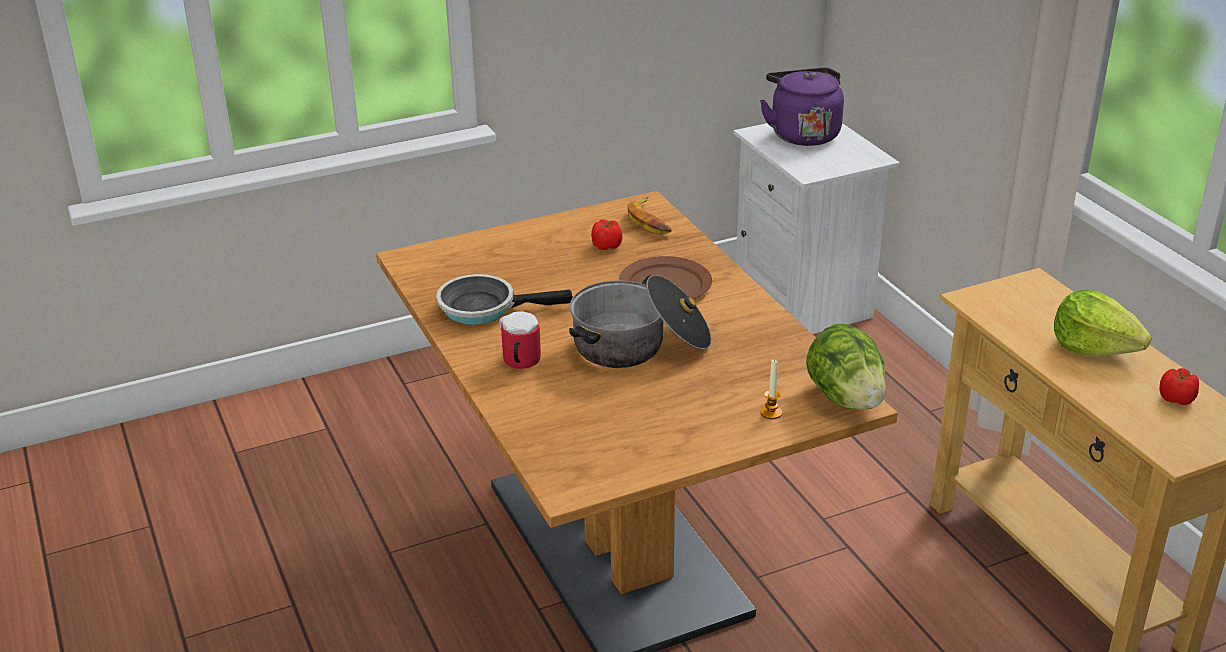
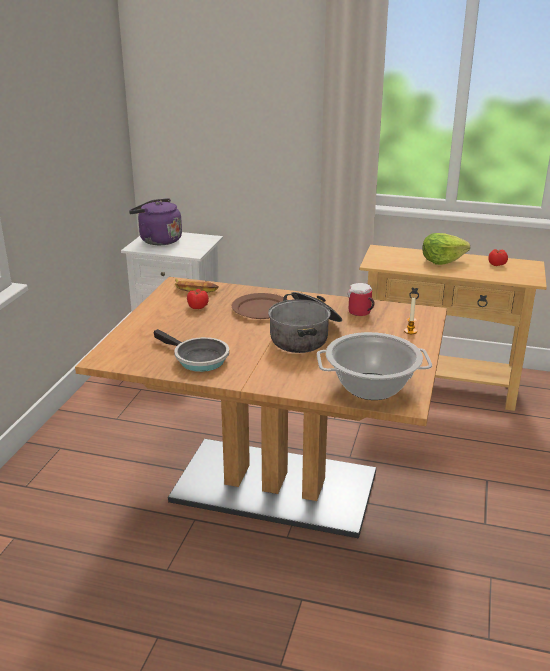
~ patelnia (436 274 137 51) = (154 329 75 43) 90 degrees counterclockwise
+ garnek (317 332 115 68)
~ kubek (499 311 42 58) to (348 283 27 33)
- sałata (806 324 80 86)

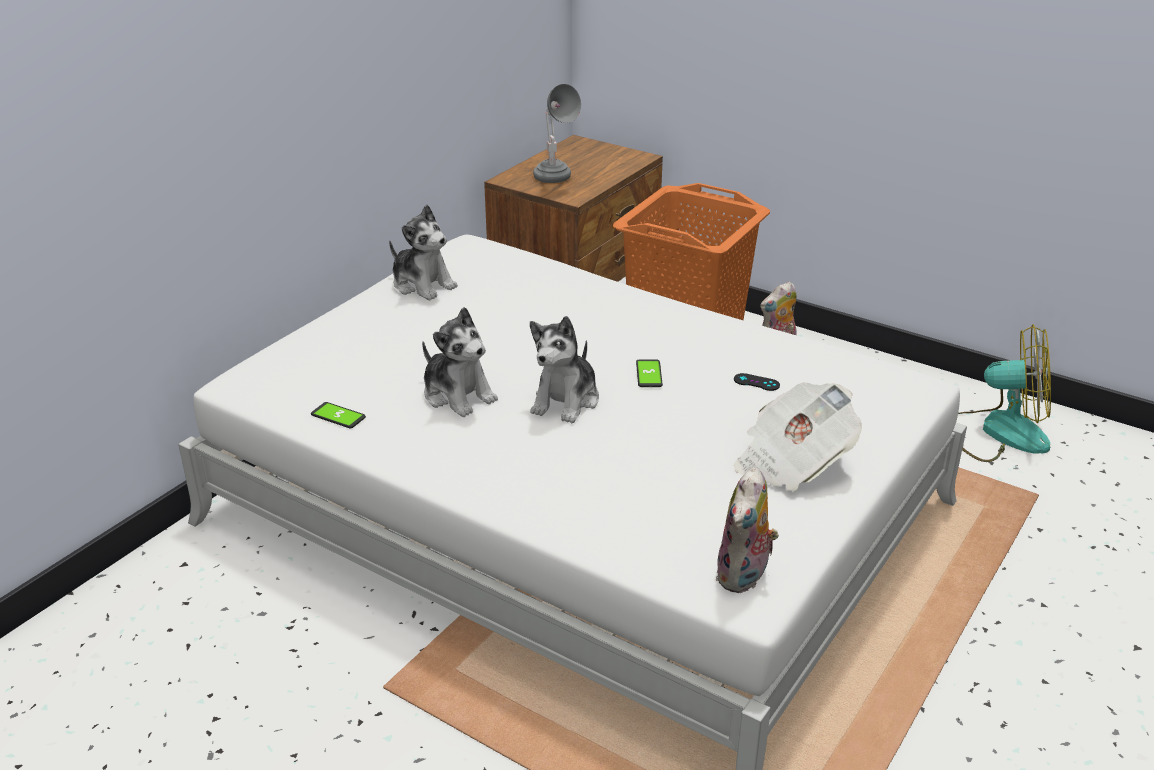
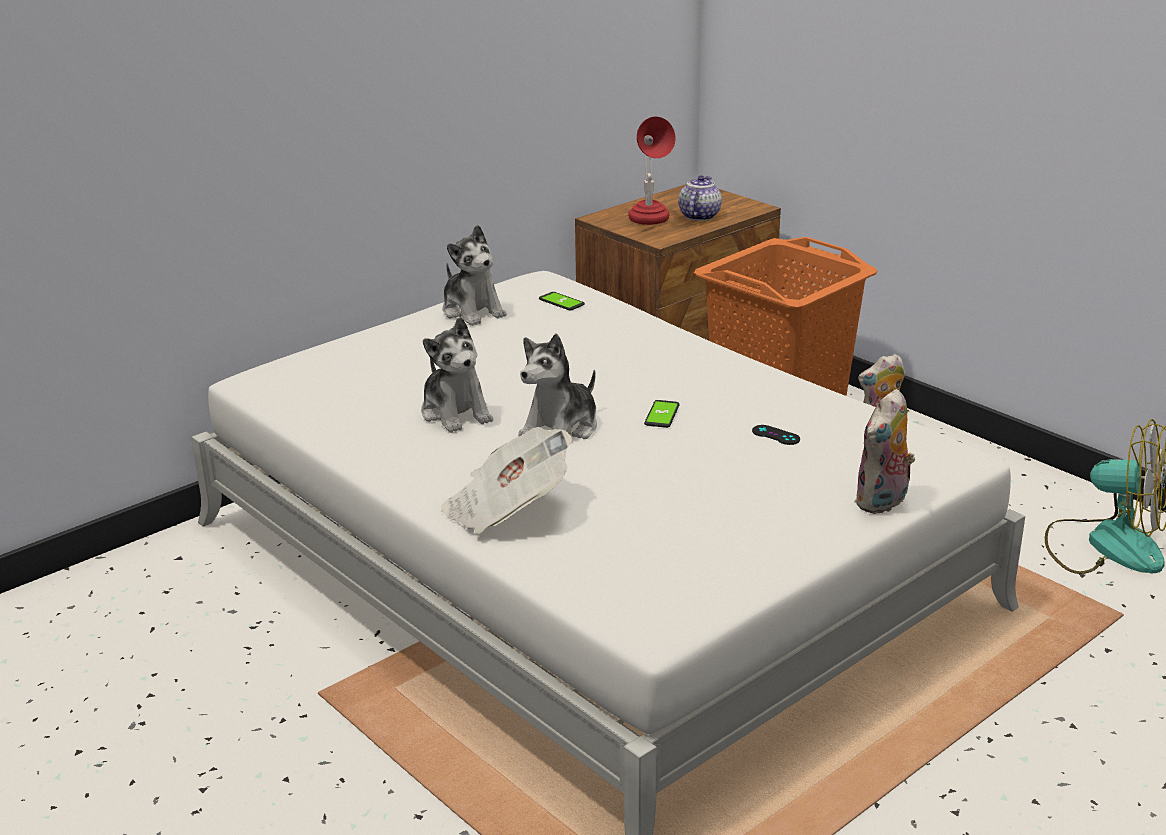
~ gazeta (734 382 128 109) to (441 427 132 107)
~ telefon (311 402 55 26) to (539 292 46 19)
~ lampa stołowa (szary) (533 84 48 99) to lampa stołowa (czerwony) (628 117 47 108)
+ imbryk (679 176 43 45)
~ pluszak (715 466 64 127) to (854 389 61 125)

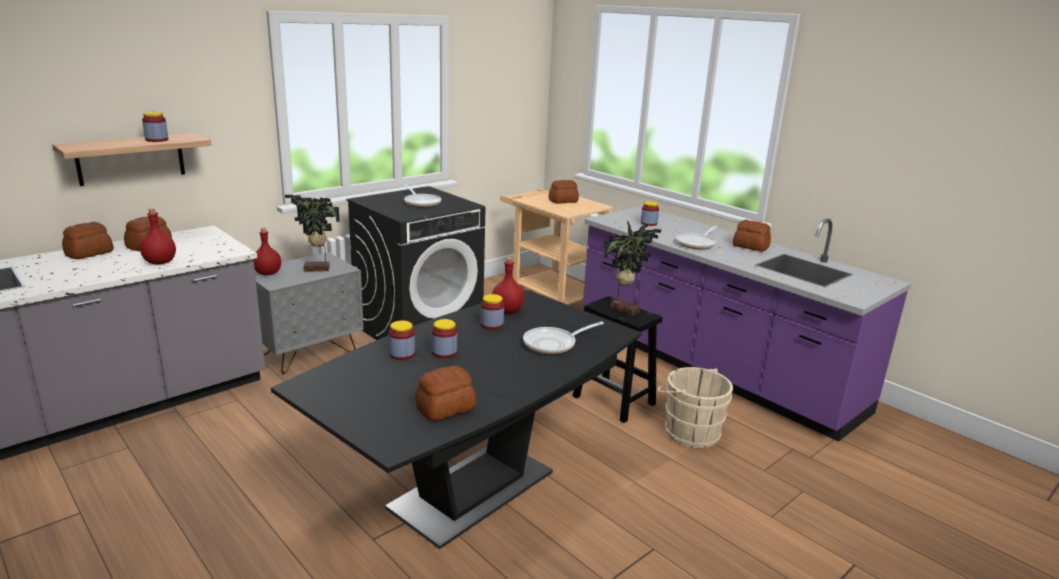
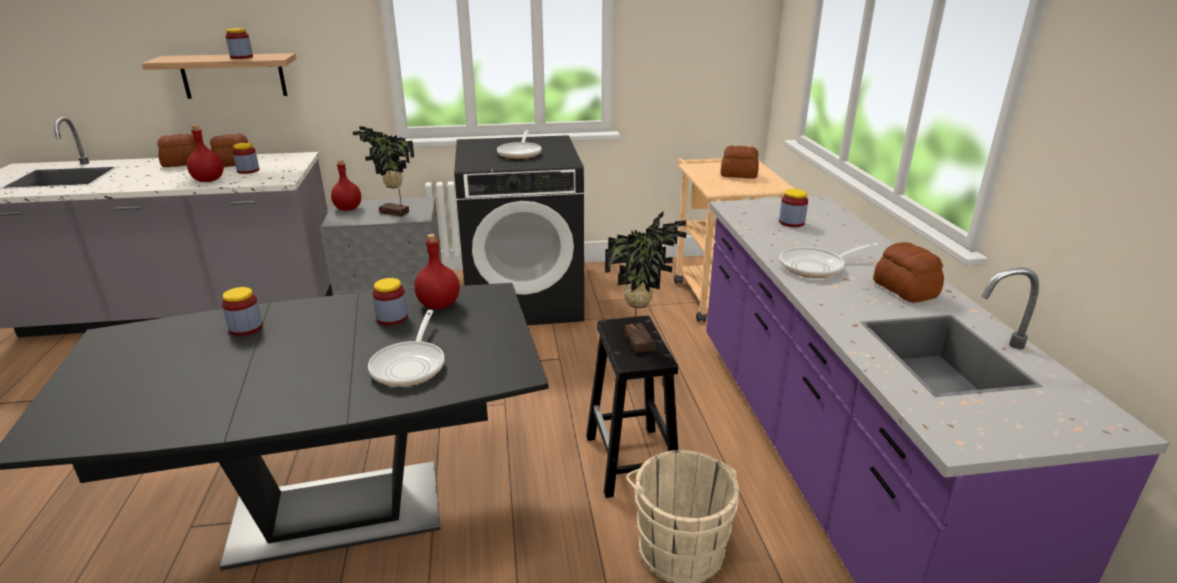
~ słoik (432 319 25 39) to (233 143 26 31)
~ patelnia (523 322 81 32) = (368 310 77 77) 90 degrees counterclockwise
- chleb (415 365 61 56)

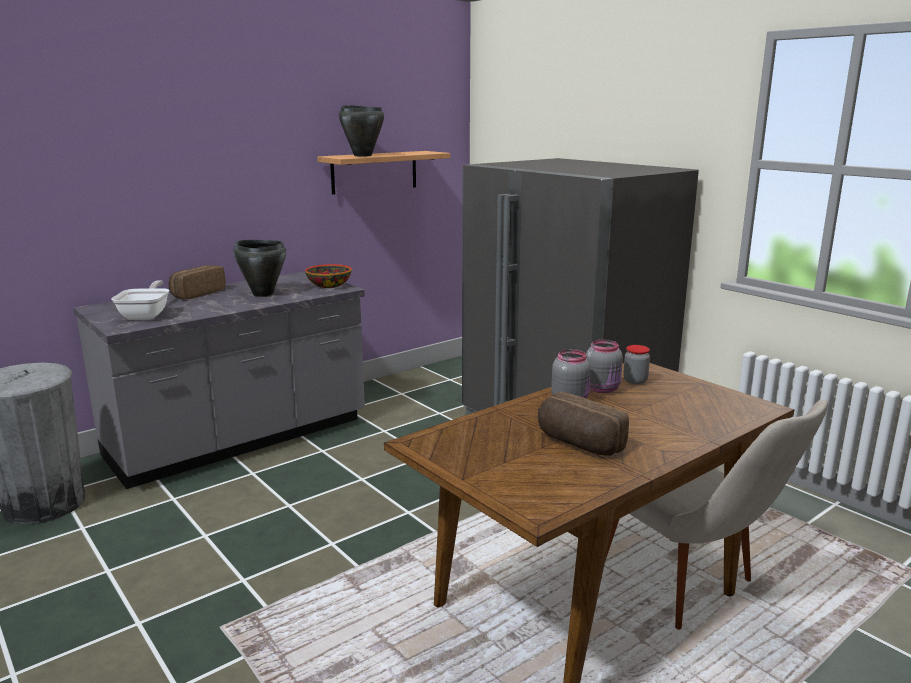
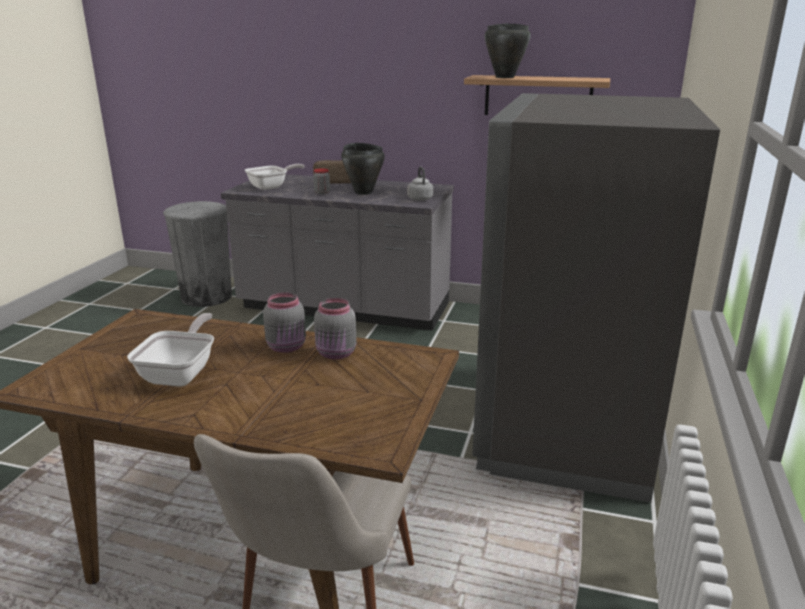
~ chleb (538 392 91 64) to patelnia (127 313 87 74)
~ słoik (624 345 26 39) to (313 168 17 26)
~ miska (305 264 47 24) to czajnik (szary) (407 166 26 35)

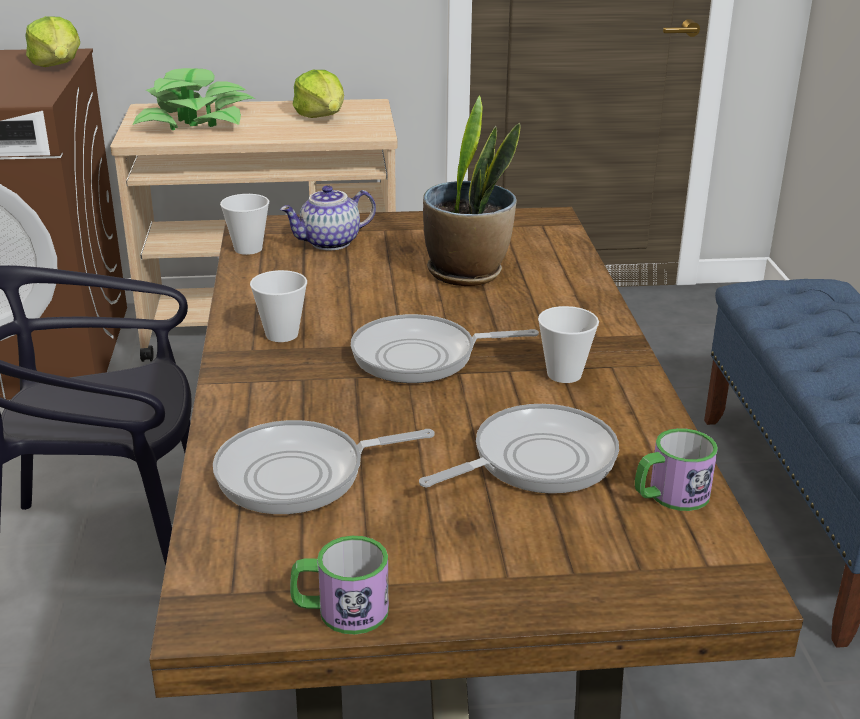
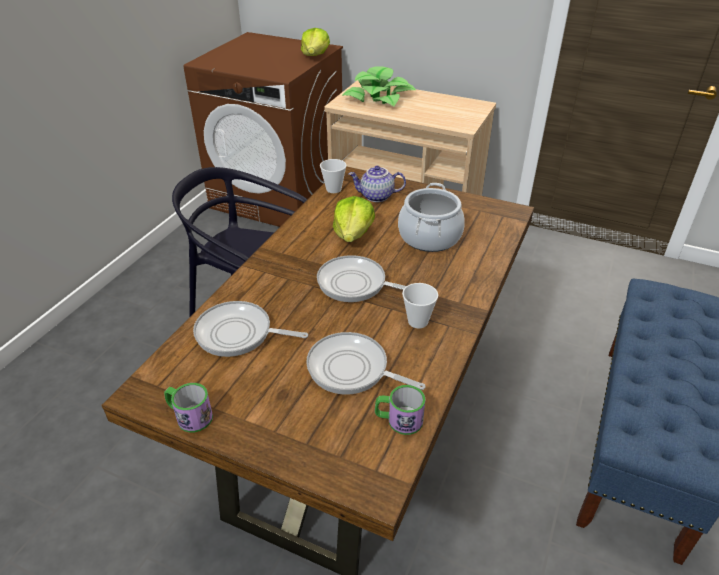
~ patelnia (419 404 200 90) = (306 332 119 62) 150 degrees counterclockwise
~ sałata (293 70 51 48) to (333 196 42 46)
~ roślina doniczkowa (423 96 98 190) to garnek (398 183 67 69)
- filiżanka (250 270 57 72)

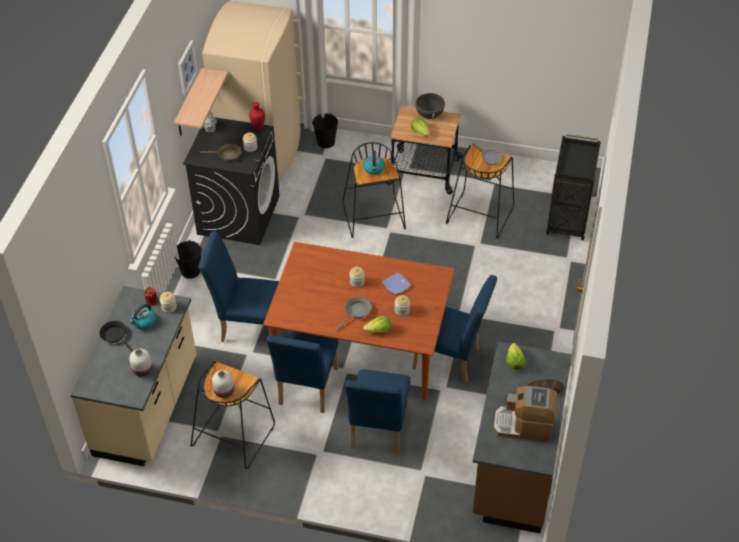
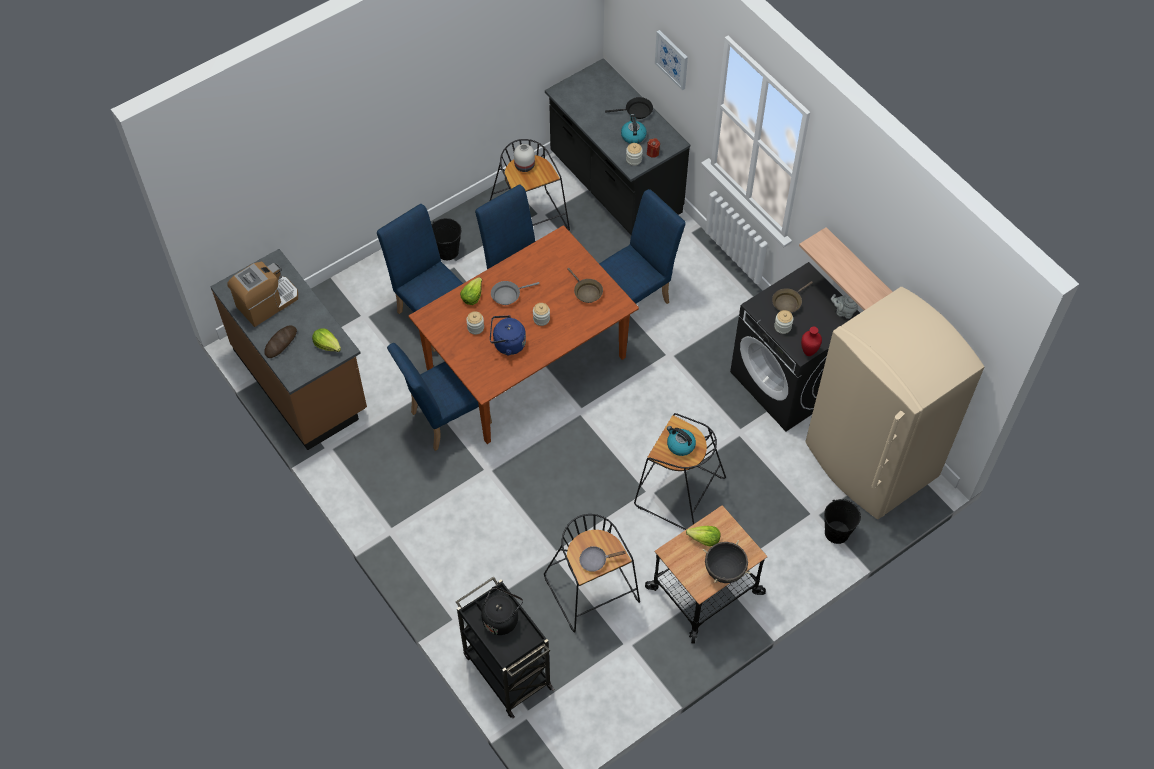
~ wiadro (czarny) (175 240 27 39) to (432 218 29 42)
+ czajnik (czarny) (476 586 47 49)
~ talerz (382 272 29 23) to czajnik (niebieski) (490 315 36 41)
~ patelnia (szary) (336 297 35 33) = (491 281 49 24) 75 degrees clockwise
~ zabudowa kuchenna (beżowy) (71 286 126 180) to zabudowa kuchenna (czarny) (545 58 145 177)
+ patelnia (brązowy) (567 268 36 35)
~ obraz (178 40 20 55) to (655 30 33 60)
- wazon (biały) (129 349 24 28)

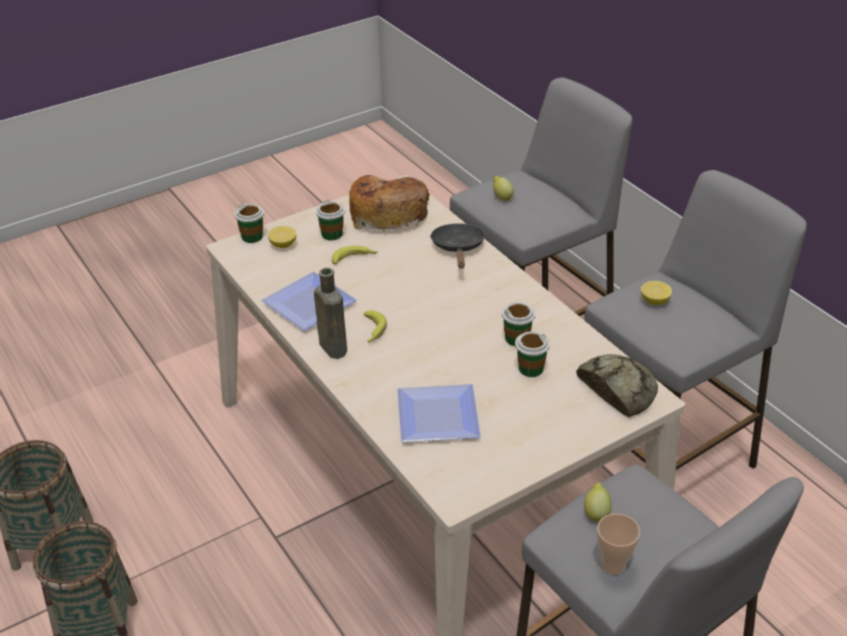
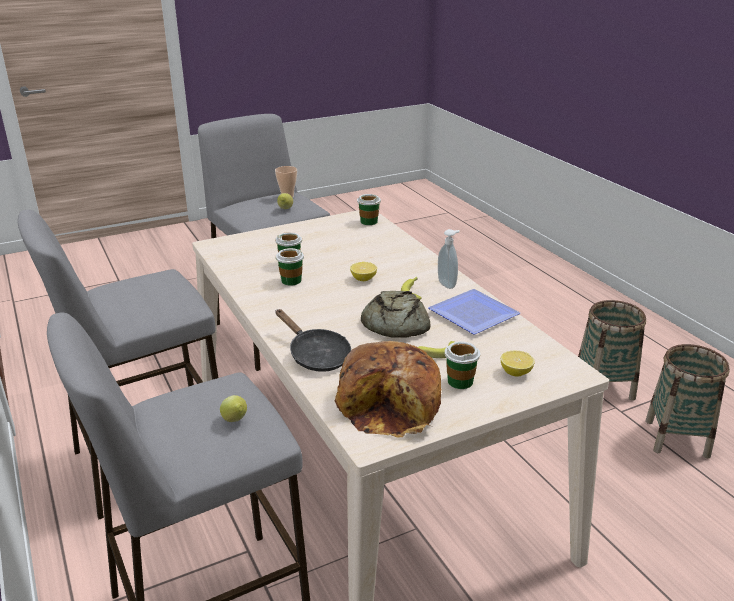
~ patelnia (czarny) (430 223 56 46) = (276 309 75 63) 45 degrees counterclockwise
~ cytryna (641 281 31 24) to (350 262 27 19)
~ filiżanka (234 204 30 39) to (357 194 24 31)
~ chleb (576 354 82 63) to (361 291 70 47)
~ butelka (brązowy) (314 268 33 91) to dozownik mydła (438 229 22 60)
- talerz (397 384 84 58)

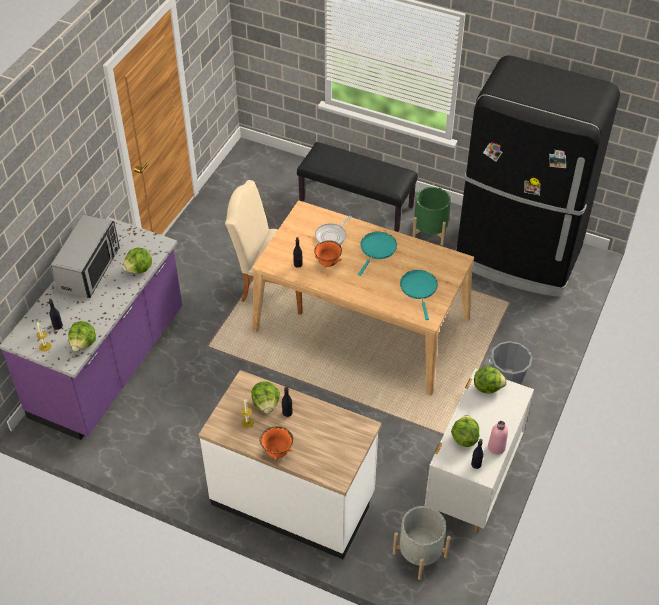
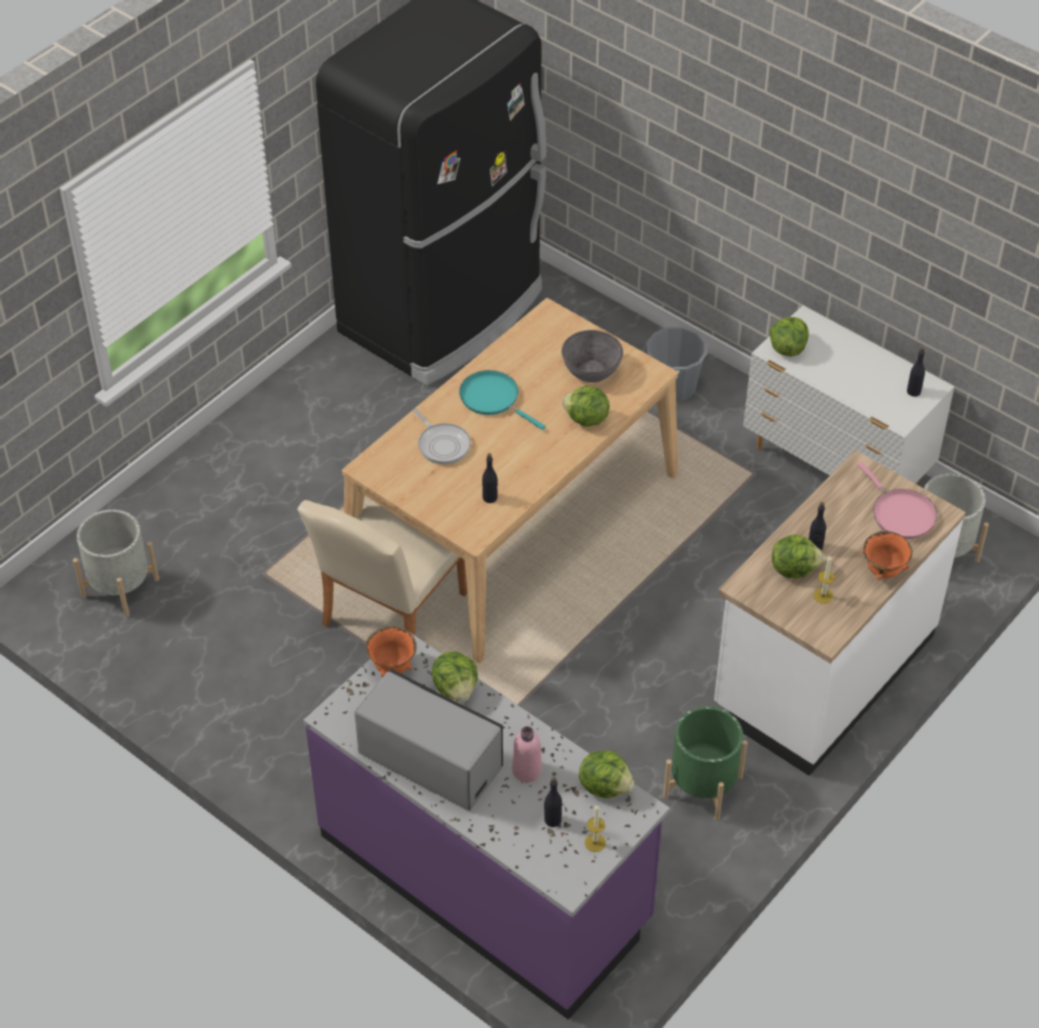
+ donica (szary) (73 509 86 108)
~ miska (pomarańczowy) (314 240 28 28) to (366 627 51 50)
~ butelka (różowy) (488 421 20 34) to (512 726 30 57)
~ patelnia (turkusowy) (400 270 38 50) to miska (szary) (562 330 61 52)
~ sałata (451 415 28 32) to (562 386 48 40)
~ donica (zielony) (412 187 39 59) to (663 706 85 115)
+ patelnia (różowy) (857 462 80 77)
- ławka (czarny) (297 142 121 90)

